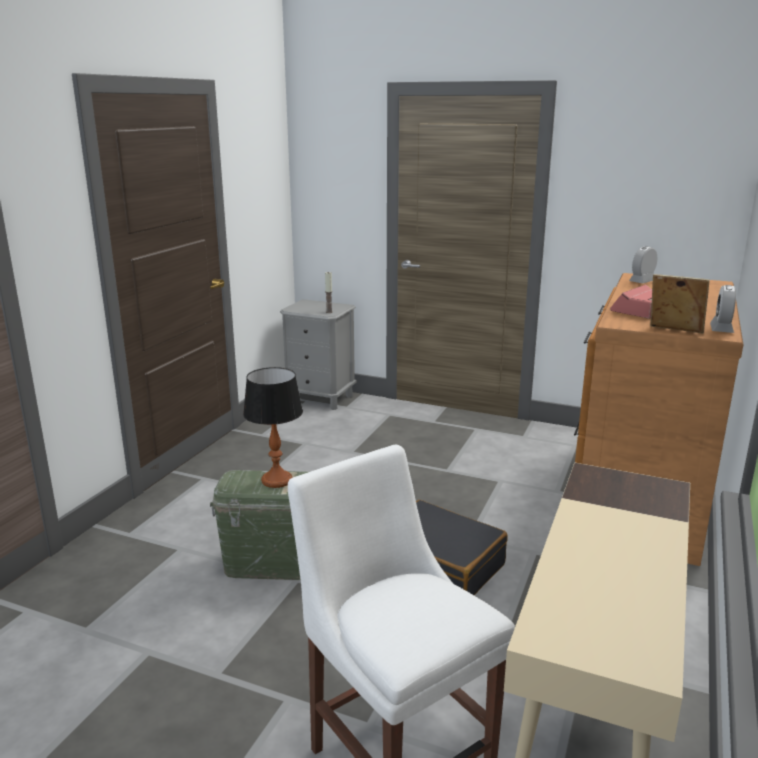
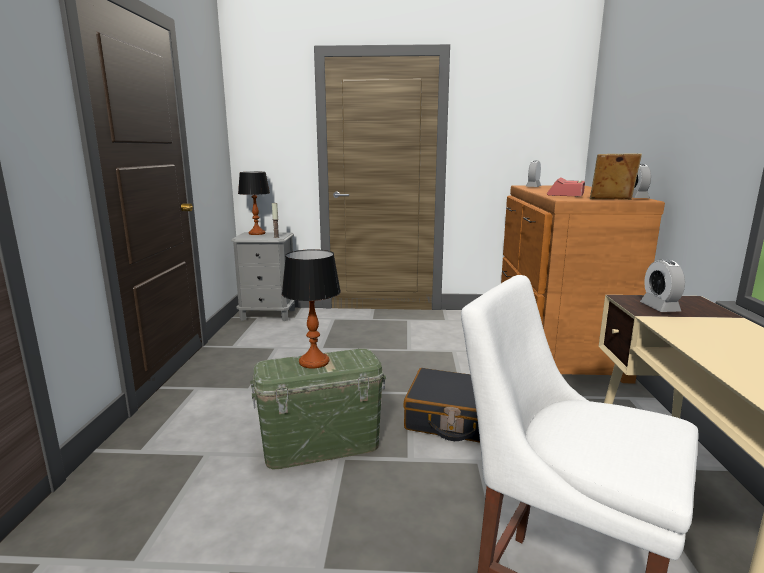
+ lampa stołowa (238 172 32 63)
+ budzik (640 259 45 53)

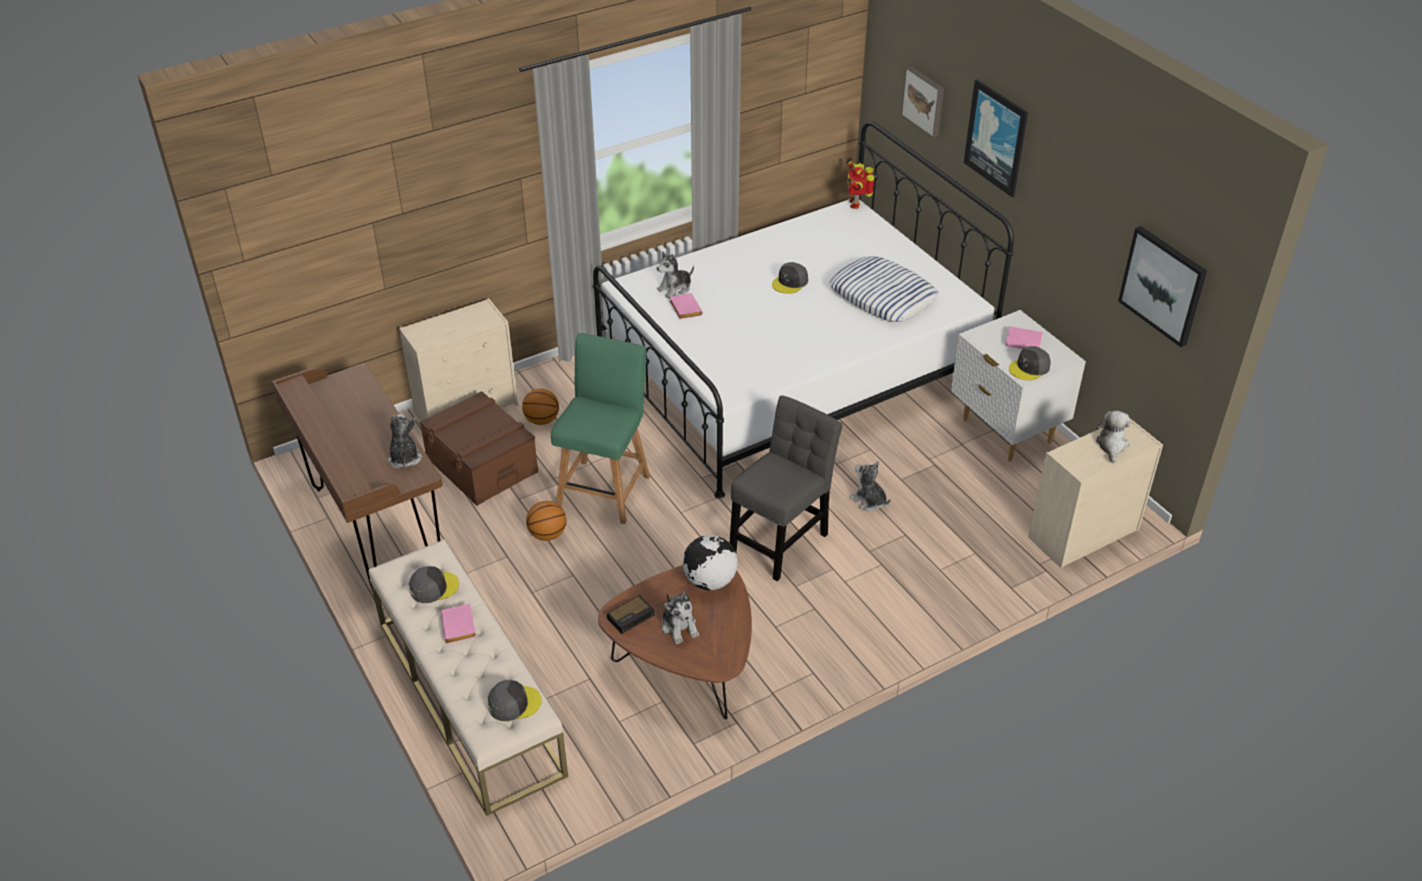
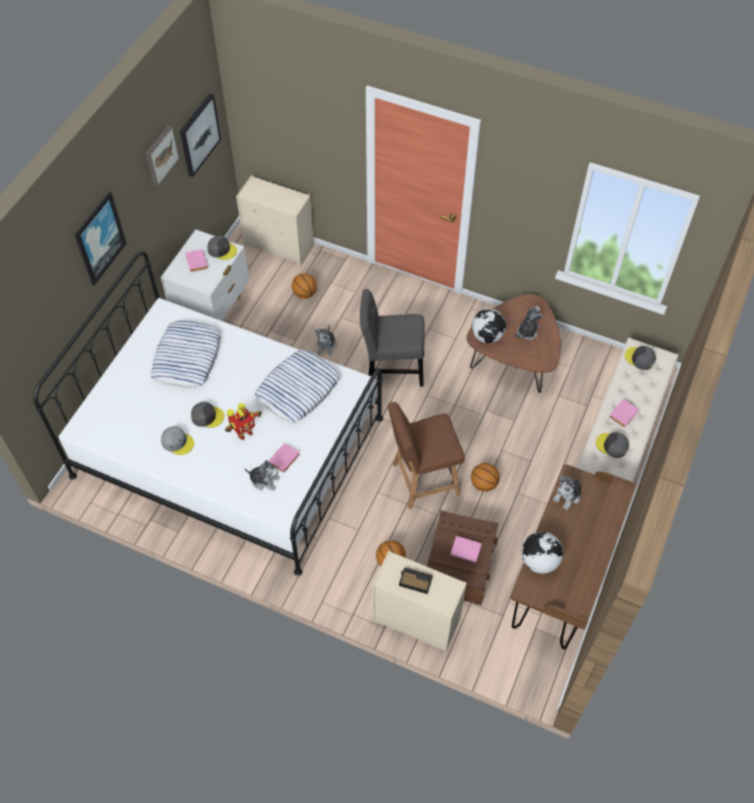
~ obraz (901 66 43 72) to (146 125 33 61)
+ czapka z daszkiem (szary) (161 426 33 29)
~ robot zabawkowy (846 158 29 51) to (225 403 37 37)
+ poduszka (255 350 85 72)
+ piłka do koszykówki (292 273 25 26)
~ krzesło (zielony) (551 333 99 191) to krzesło (brązowy) (388 402 77 107)
~ budzik (607 595 47 39) to (399 567 34 27)
+ książka (różowy) (451 536 31 26)
+ globus (521 532 42 42)
- pluszak (1096 411 34 52)

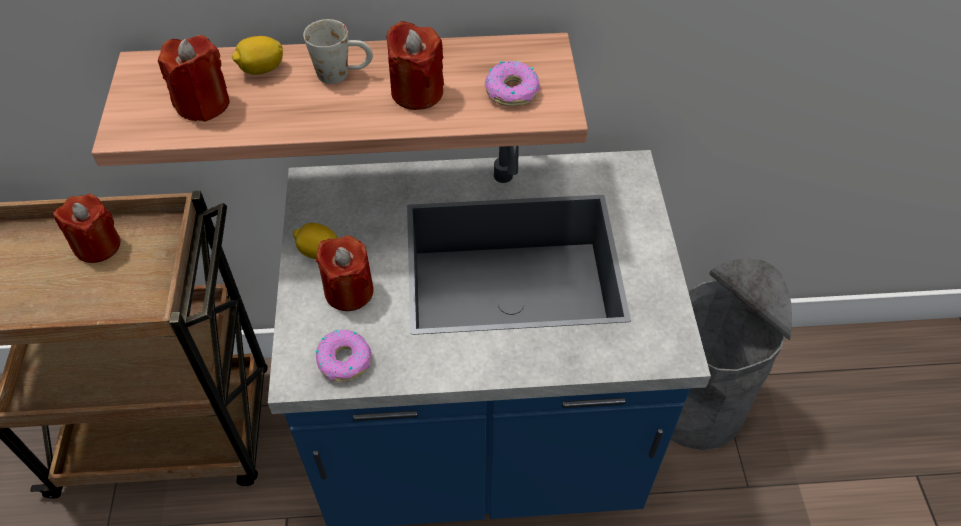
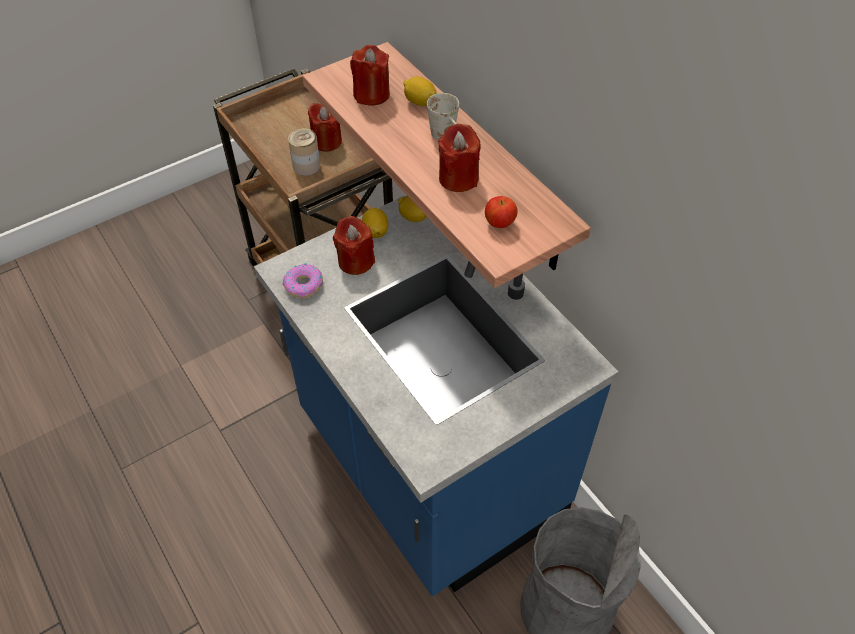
+ puszka (288 128 32 48)
+ cytryna (398 196 29 26)
~ donut (485 61 55 45) to jabłko (485 196 33 32)

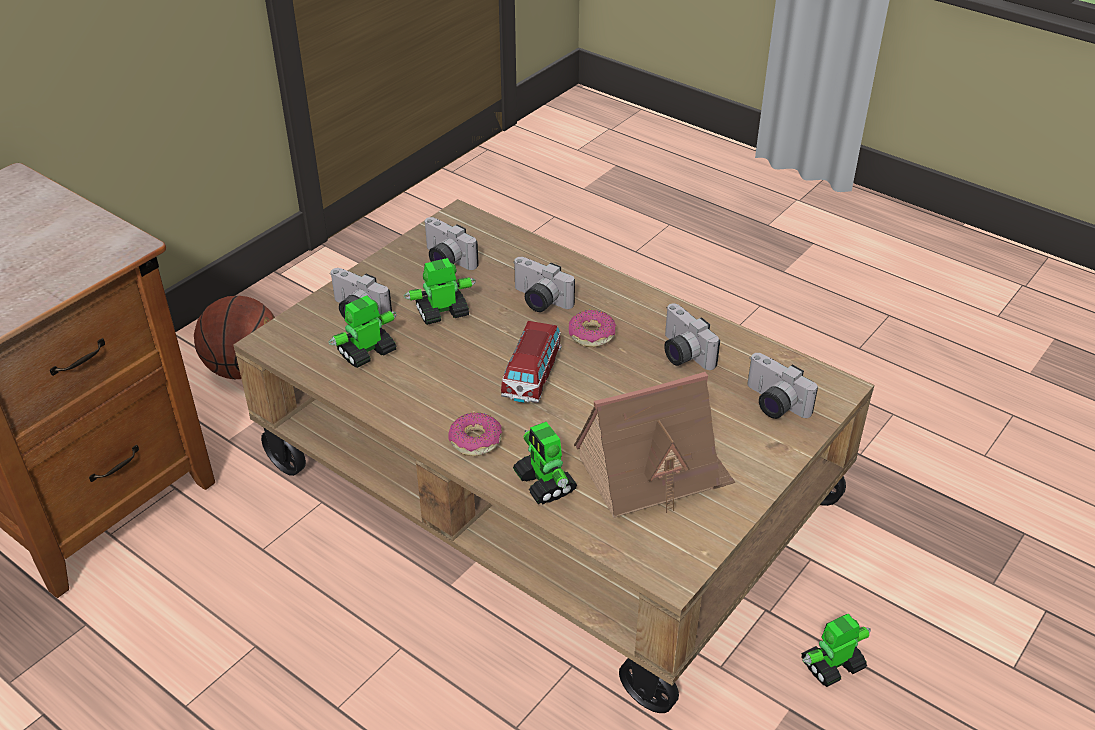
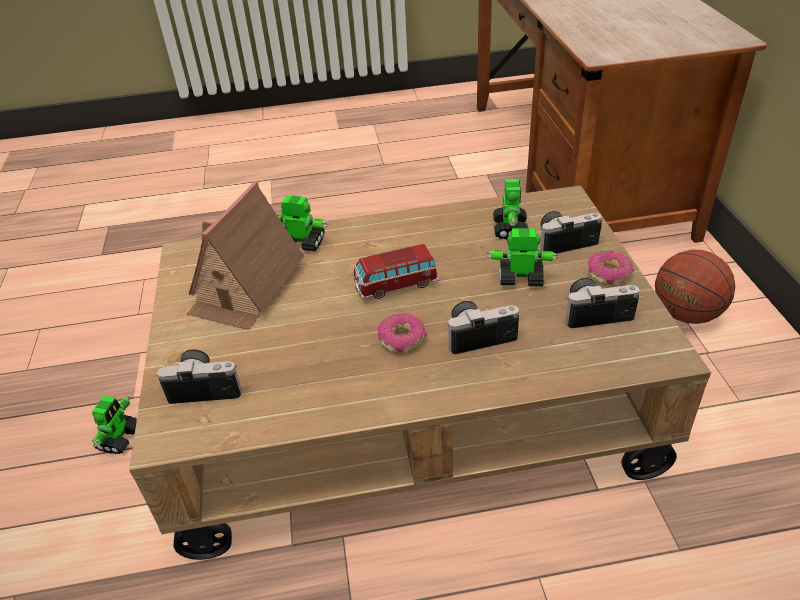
~ samochodzik (501 321 61 82) = (353 244 86 55) 75 degrees counterclockwise
~ robot zabawkowy (403 258 73 67) = (486 228 72 58) 105 degrees counterclockwise
~ donut (448 412 54 44) to (587 251 47 34)
- aparat fotograficzny (664 303 56 67)

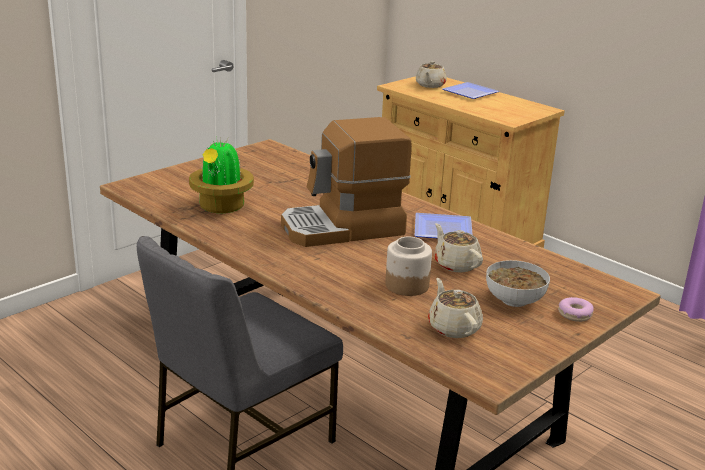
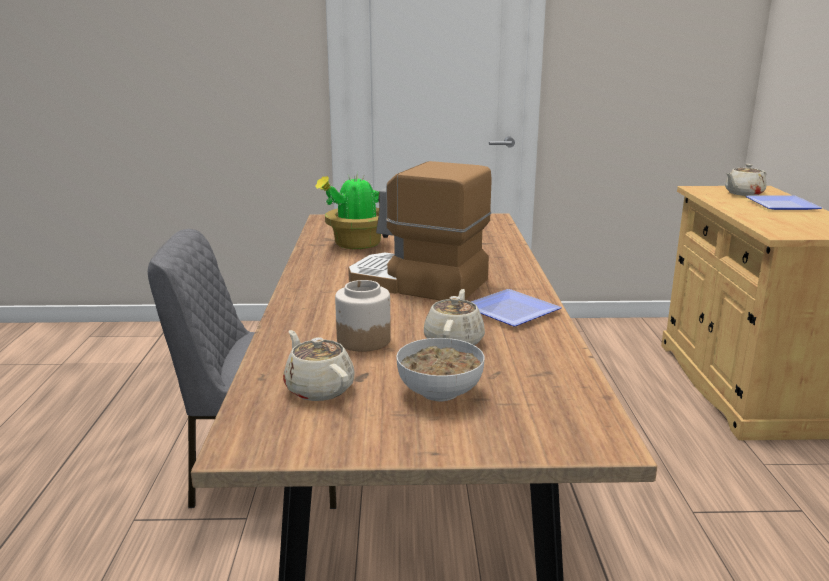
~ imbryk (beżowy) (428 278 55 60) = (283 330 72 71) 60 degrees counterclockwise
- donut (558 297 36 25)

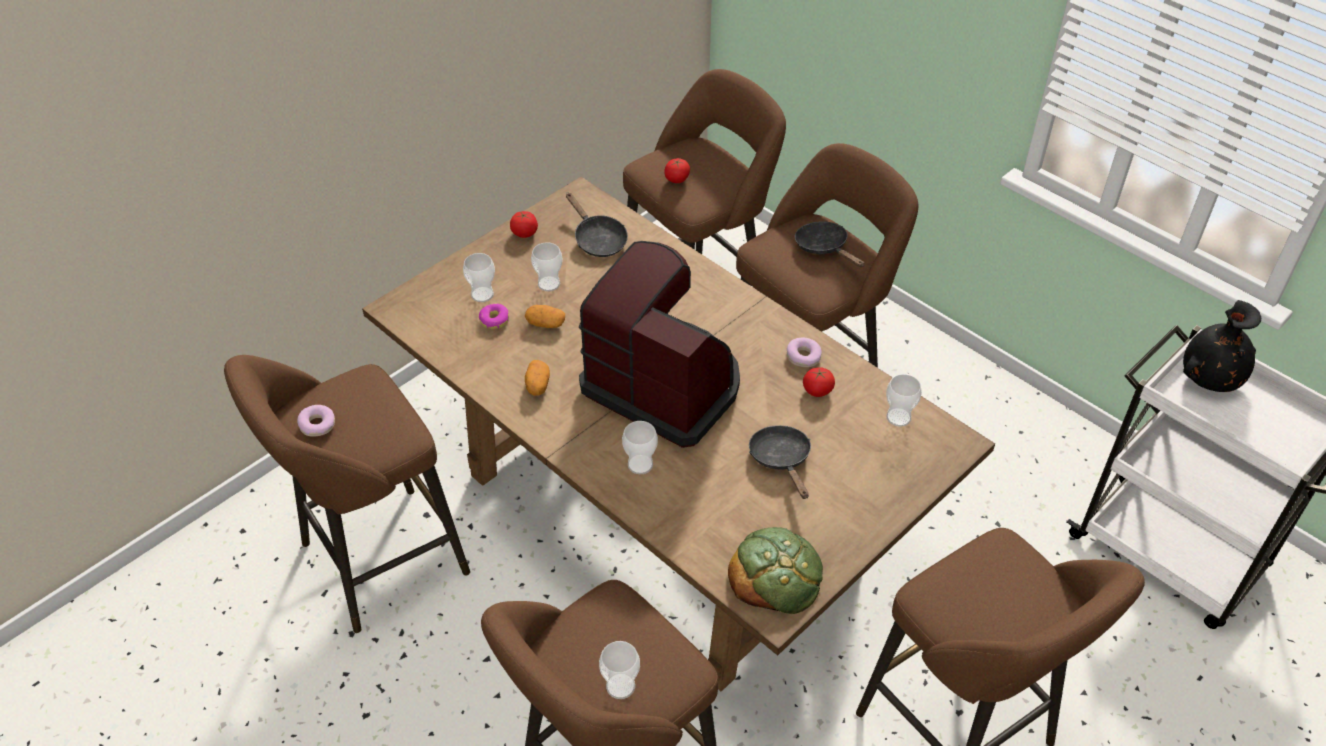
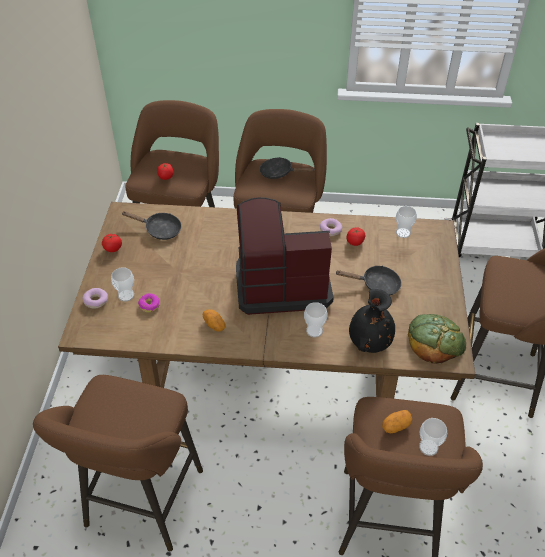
~ donut (297 405 38 32) to (82 288 26 21)
~ patelnia (czarny) (749 425 62 74) = (335 266 67 29) 150 degrees clockwise
~ wazon (czarny) (1183 300 78 92) to (349 289 46 64)
~ ziemniak (525 305 40 23) to (382 410 30 24)
- filiżanka (531 242 32 49)

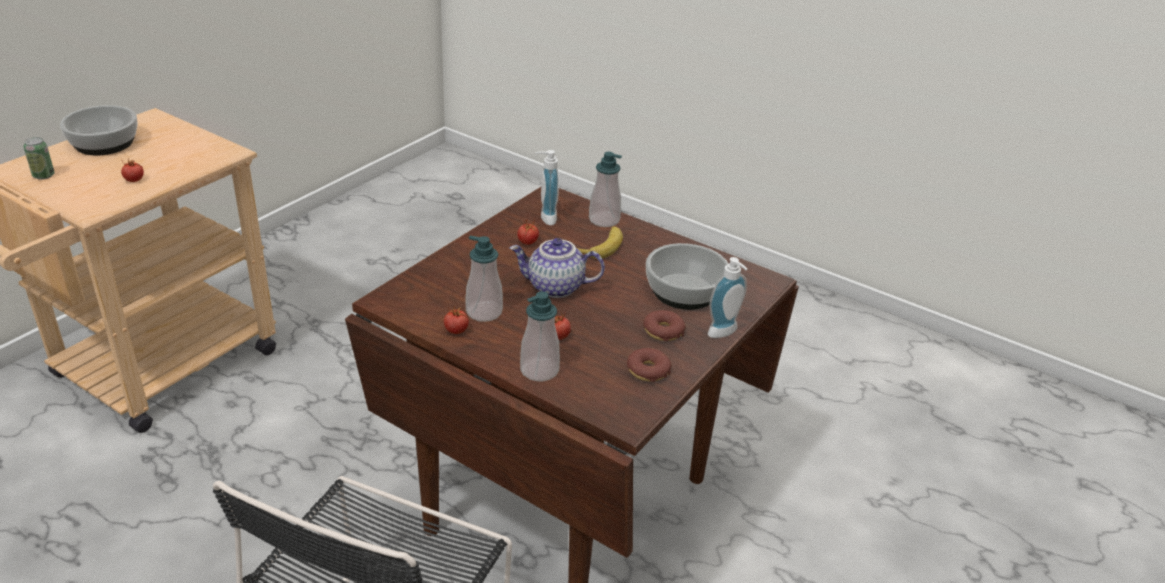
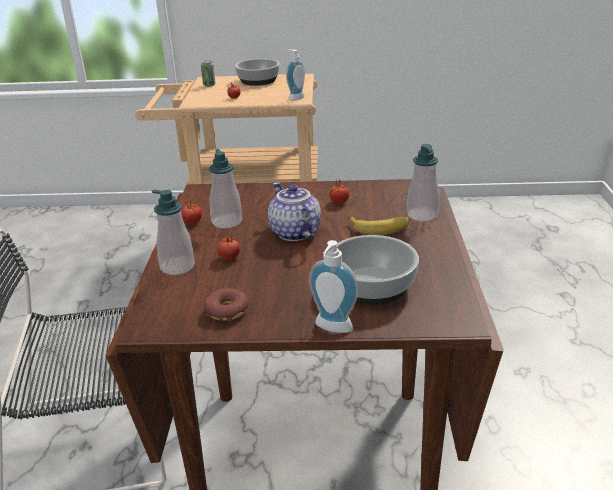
~ dozownik mydła (535 150 24 75) to (286 49 19 52)
- donut (643 310 43 31)

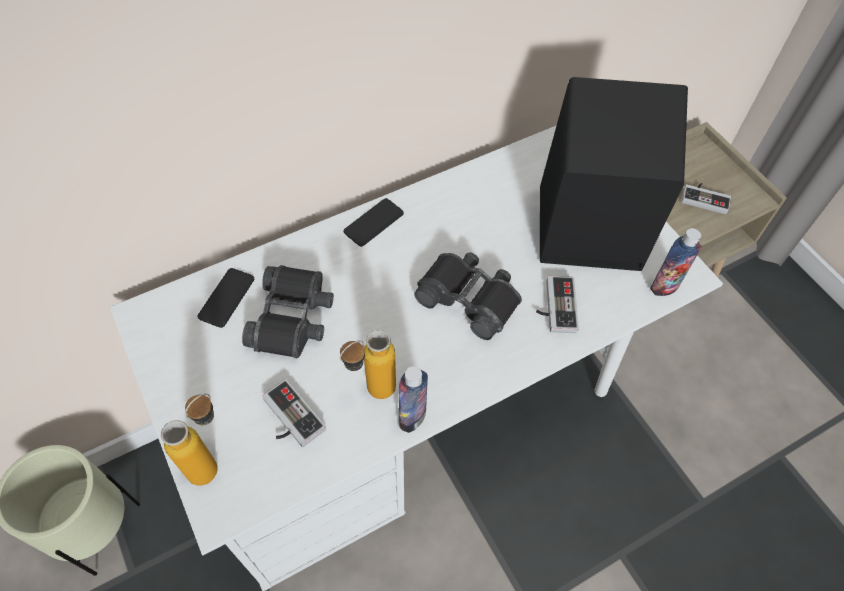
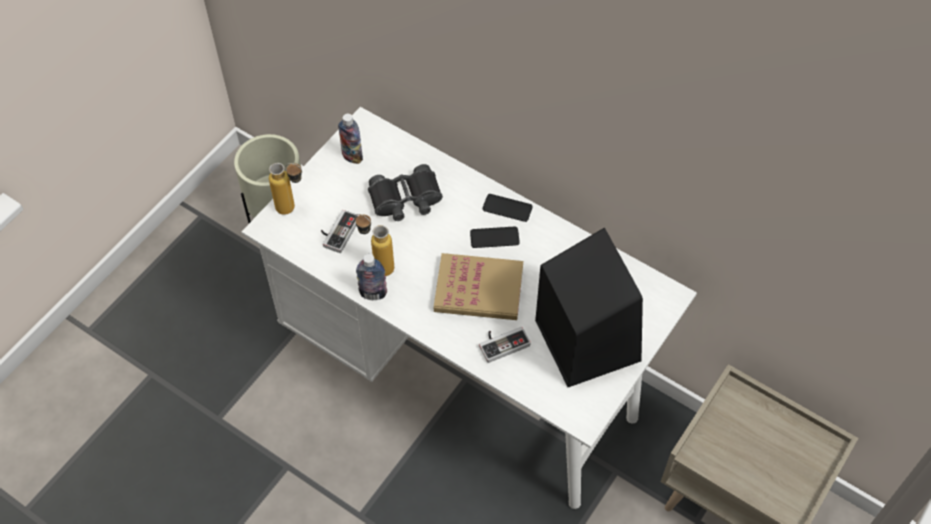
~ butelka (650 228 52 68) to (338 114 25 50)
~ lornetka (czarny) (414 252 108 88) to książka (434 253 89 67)
~ telefon (197 268 57 60) to (470 227 50 21)
- pad do gier (682 183 49 31)

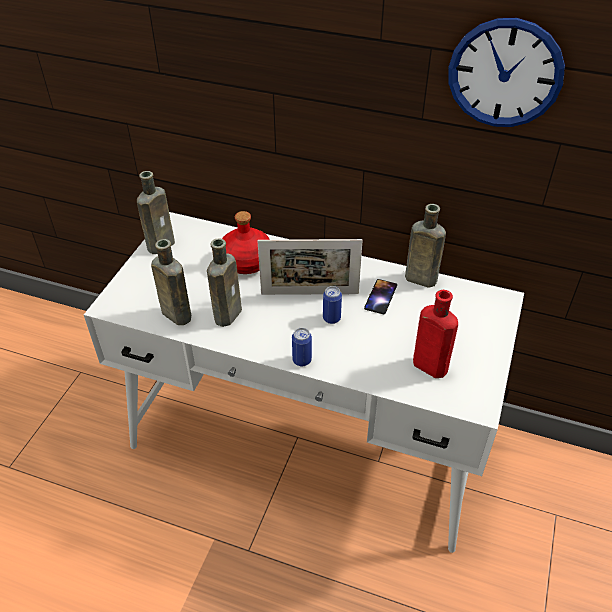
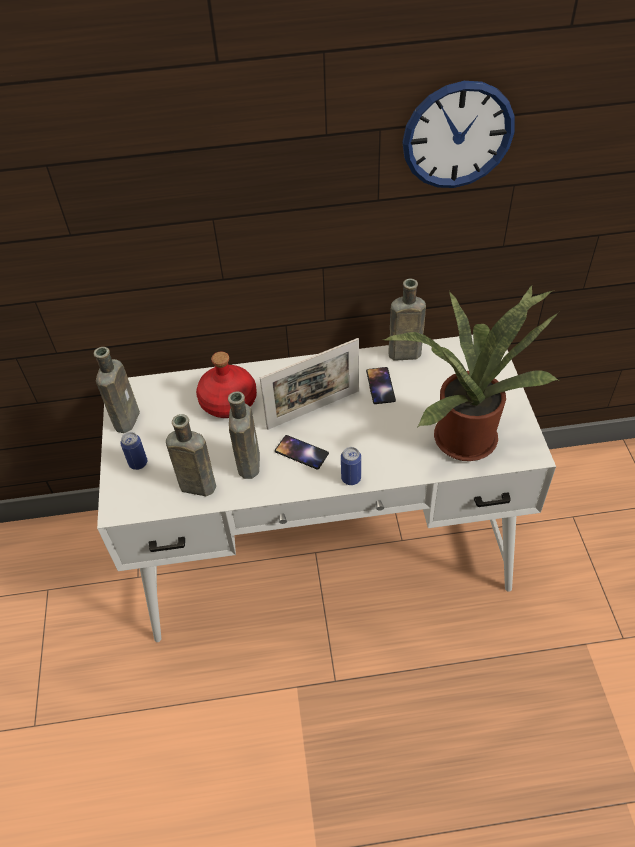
~ puszka (323 286 19 38) to (120 432 27 38)
+ telefon (275 435 54 34)
~ butelka (czerwony) (413 290 45 88) to roślina doniczkowa (381 285 178 176)

